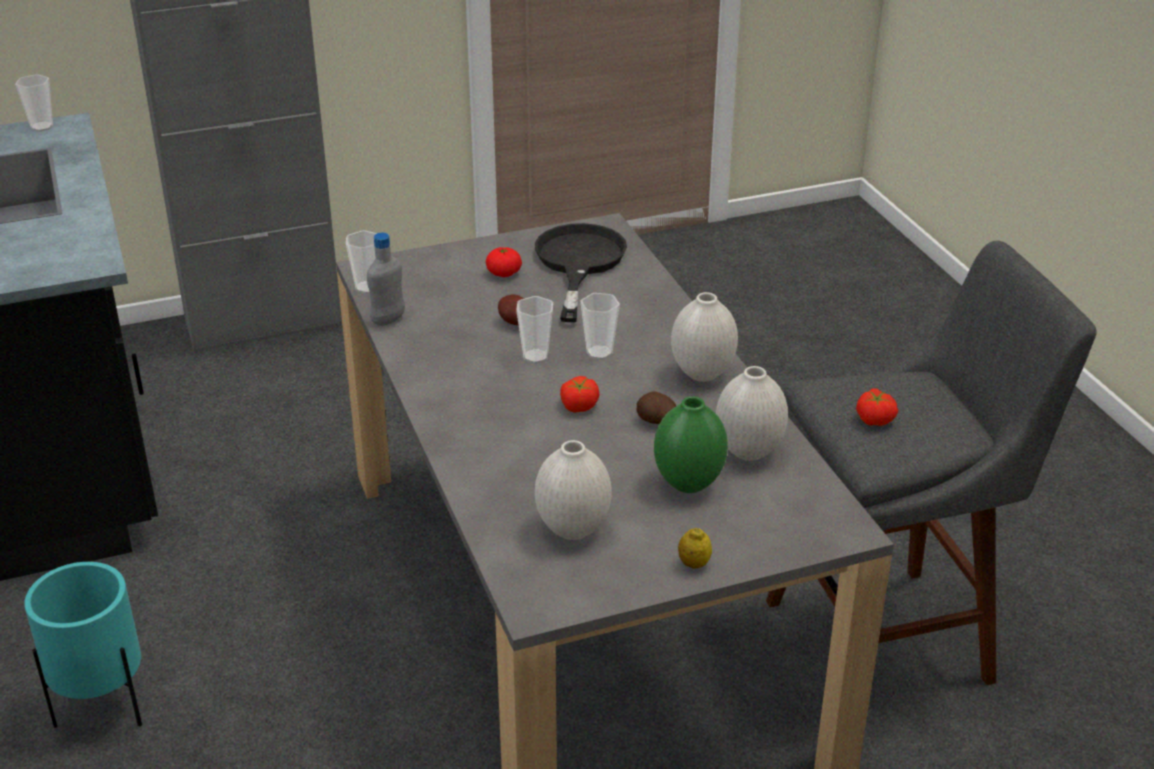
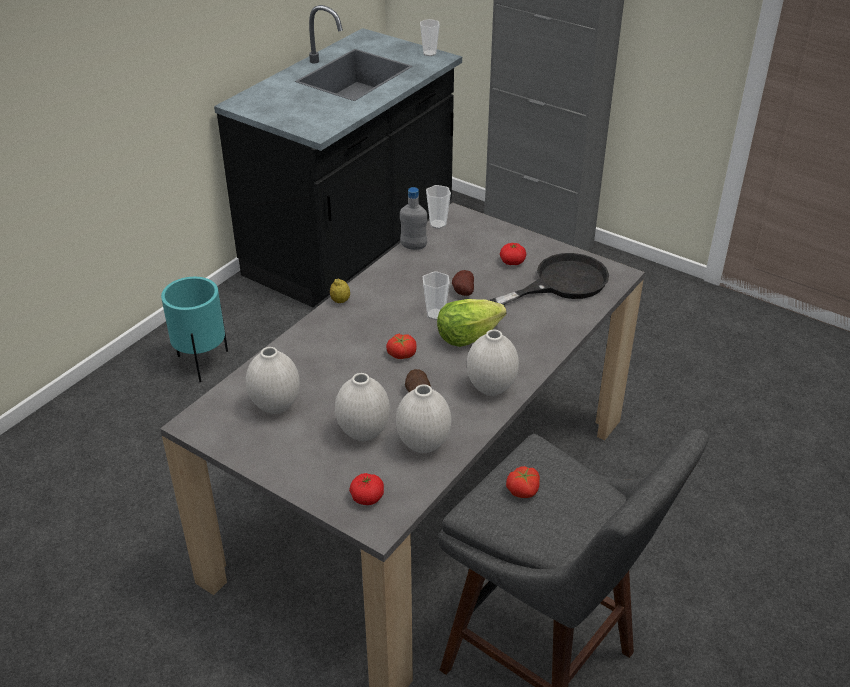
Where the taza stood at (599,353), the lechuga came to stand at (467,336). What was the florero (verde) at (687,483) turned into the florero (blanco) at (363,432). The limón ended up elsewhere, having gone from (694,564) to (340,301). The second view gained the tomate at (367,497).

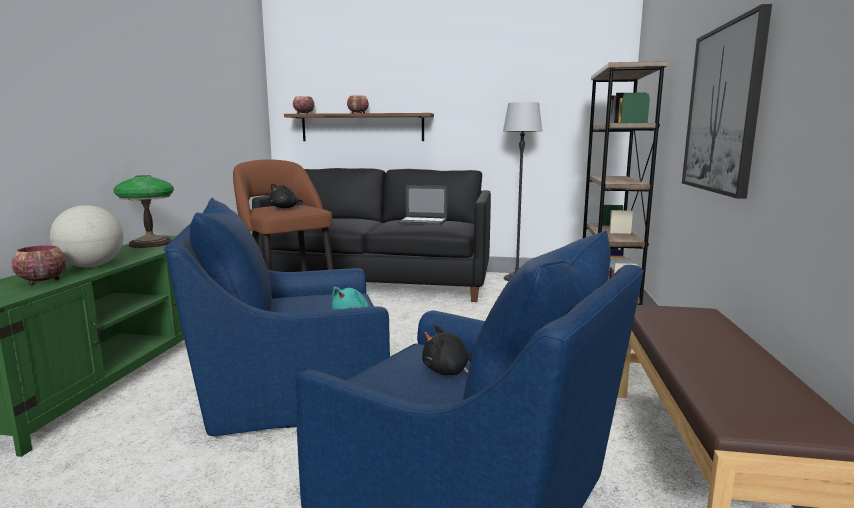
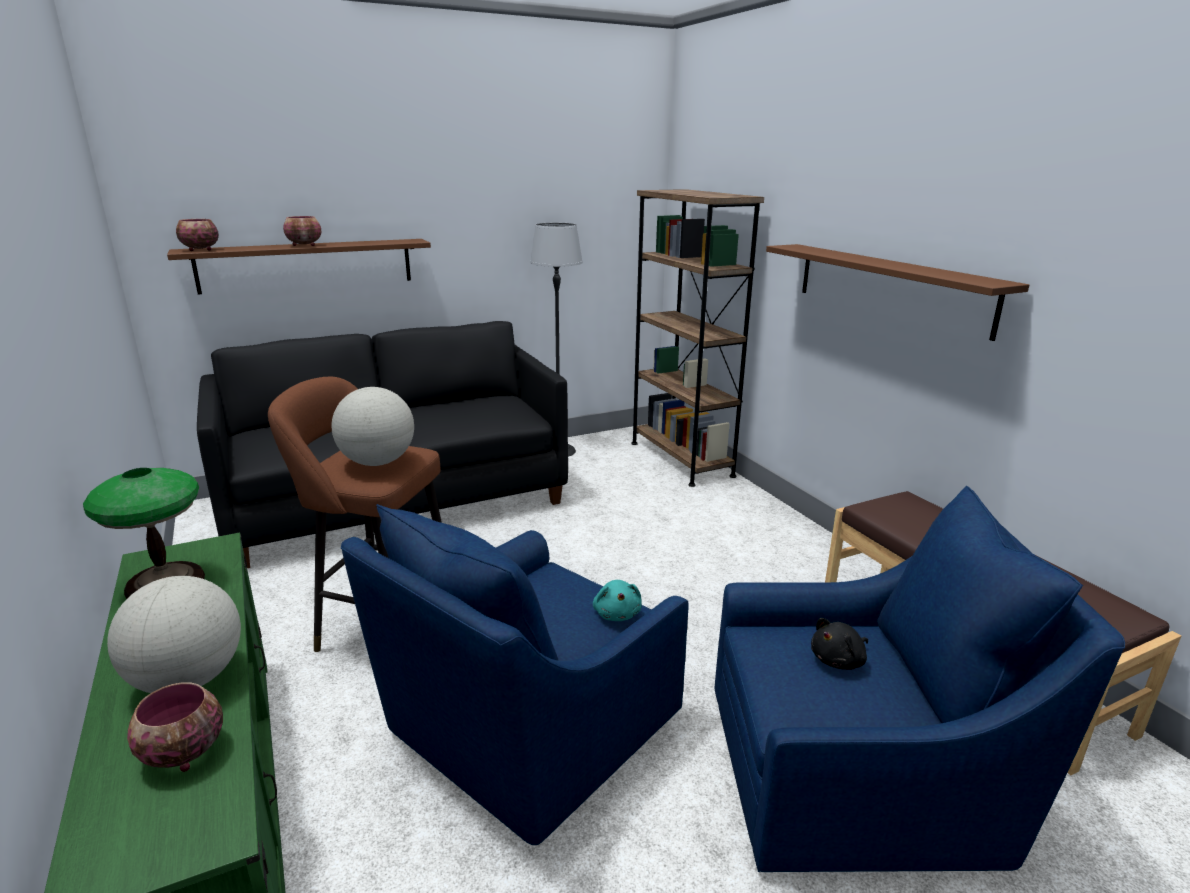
Where the cuadro hung at (723,109), the estante (marrón) came to hang at (889,287). Where the peluche (negro) stood at (285,208), the globo terráqueo came to stand at (378,462). The second view lost the portátil at (423,222).

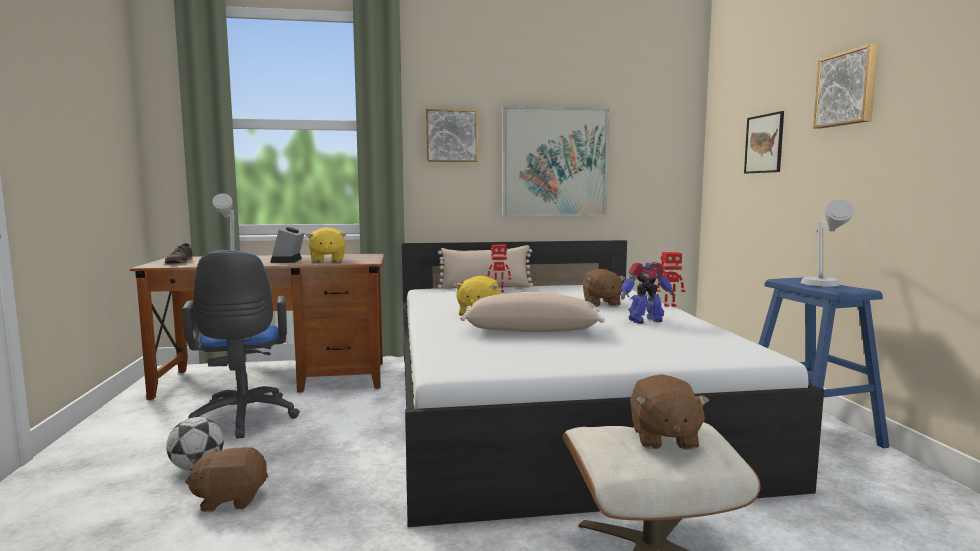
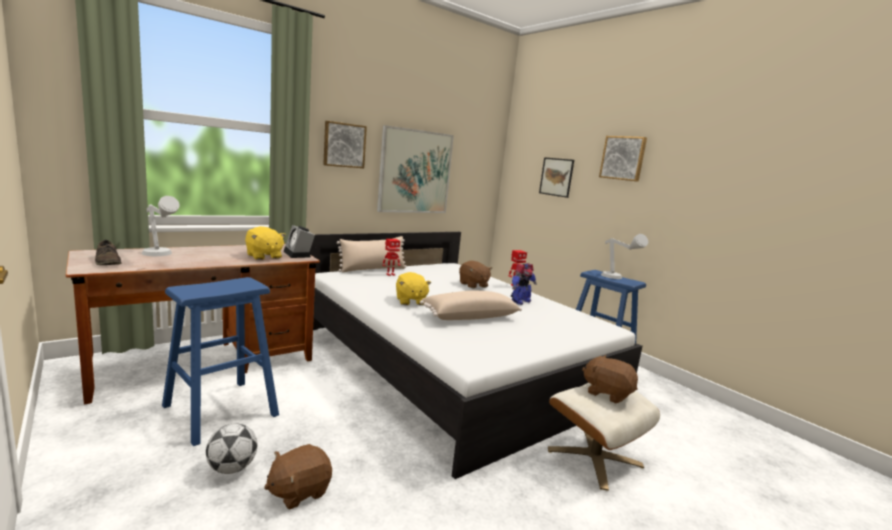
The despertador ended up elsewhere, having gone from (288,260) to (299,254). Where the silla de oficina (azul) stood at (243,420), the taburete (azul) came to stand at (220,410). The peluche (marrón) at (663,438) ended up facing another way, 150 degrees clockwise from before.

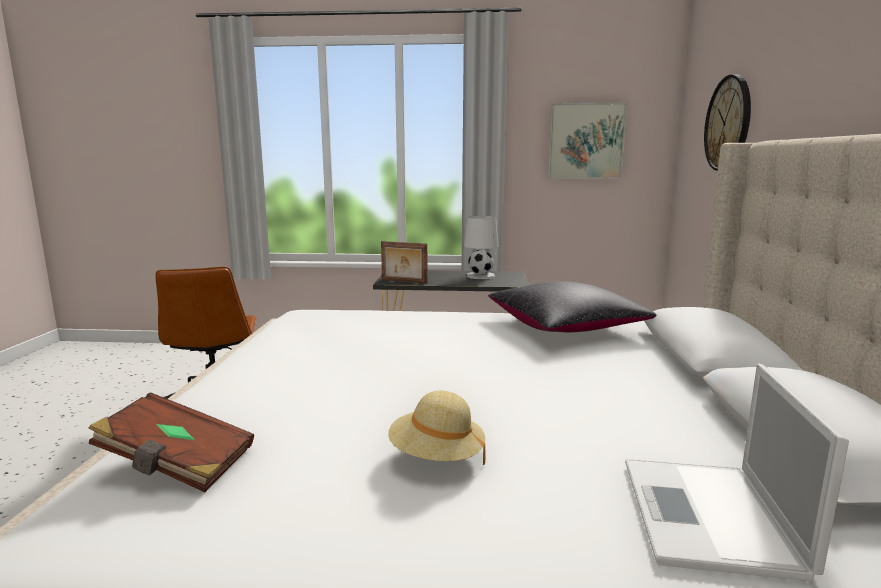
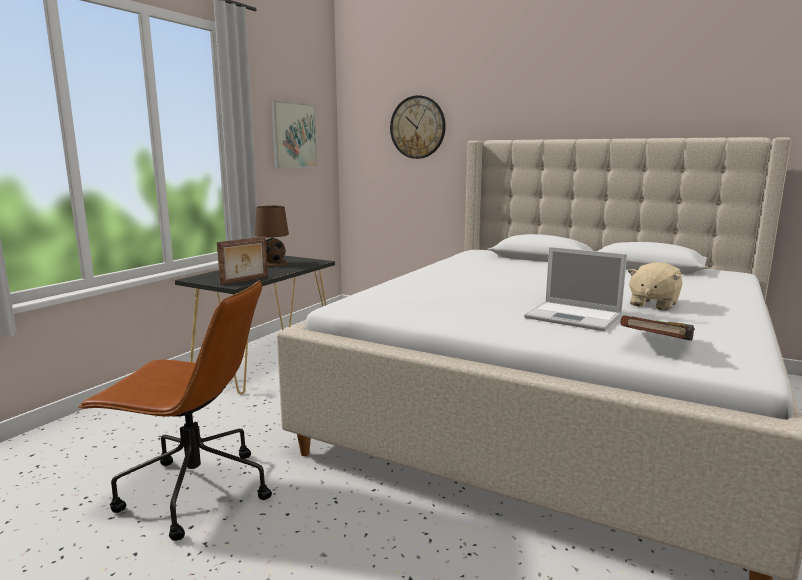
What was the lámpara de mesa (blanco) at (480,276) turned into the lámpara de mesa (marrón) at (273,264). The second view lost the cojín (negro) at (565,326). The portátil ended up elsewhere, having gone from (710,517) to (575,317). Where the sombrero (beis) stood at (436,457), the peluche (beis) came to stand at (652,304).

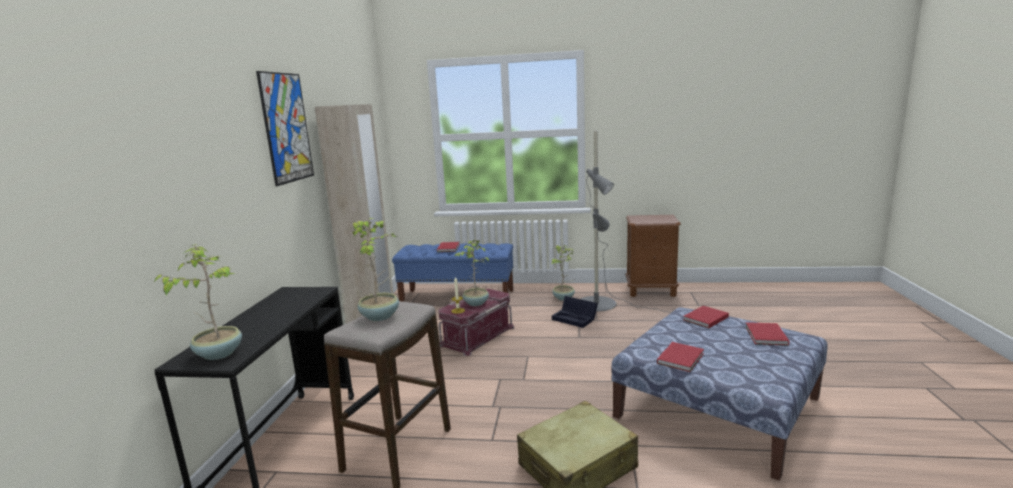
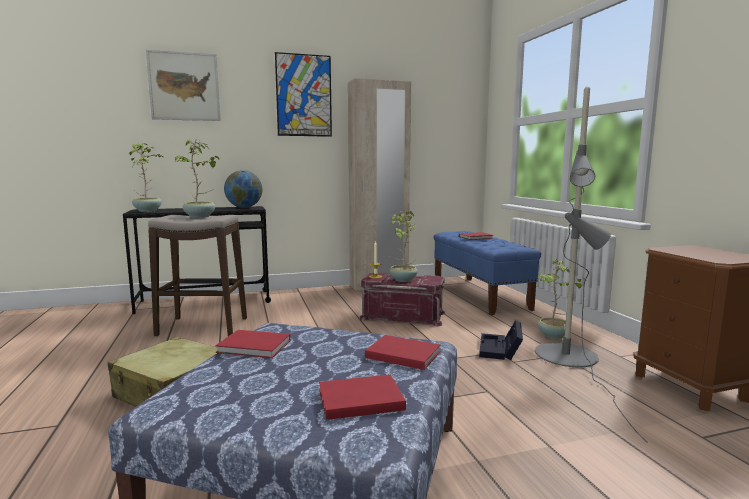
The second view gained the cuadro at (184,86). The second view gained the globo terráqueo at (244,207).

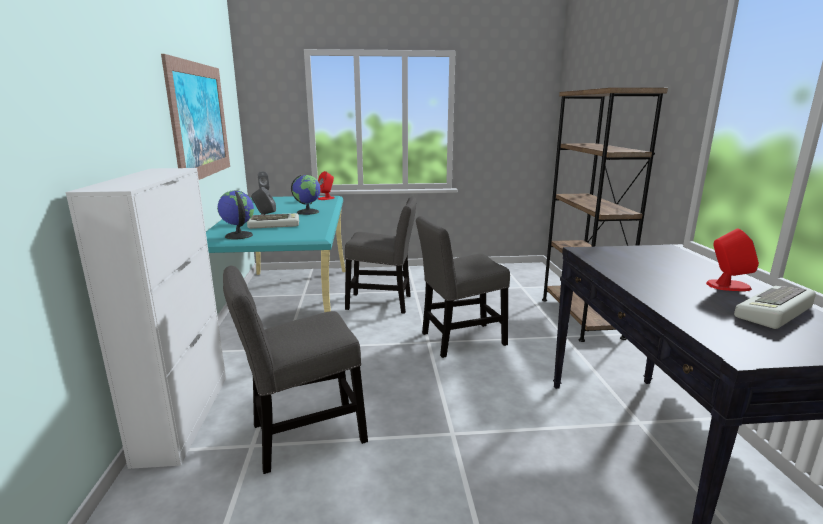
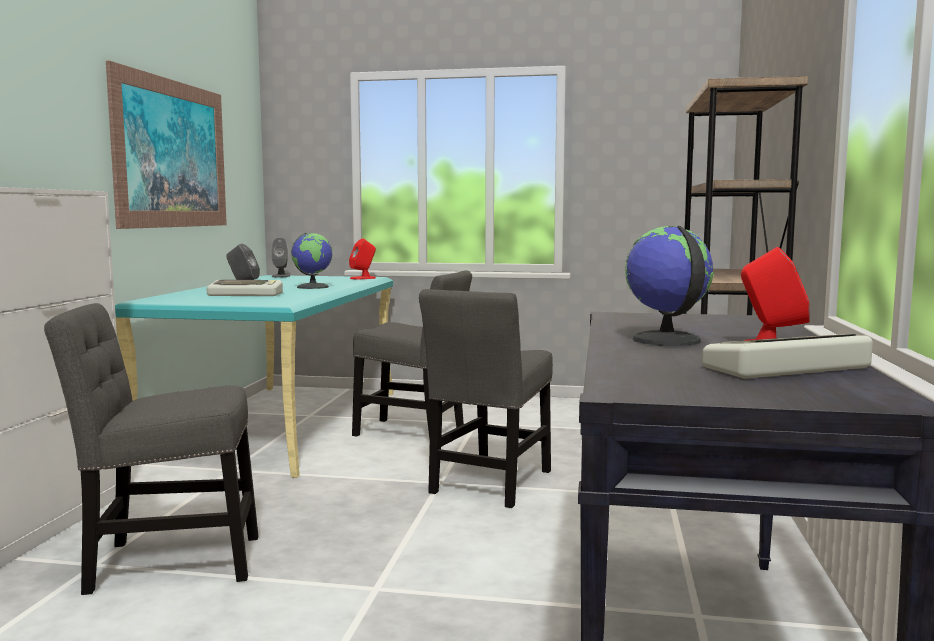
The globo terráqueo ended up elsewhere, having gone from (238,236) to (665,340). The silla (gris) at (459,340) ended up facing another way, 60 degrees counterclockwise from before.

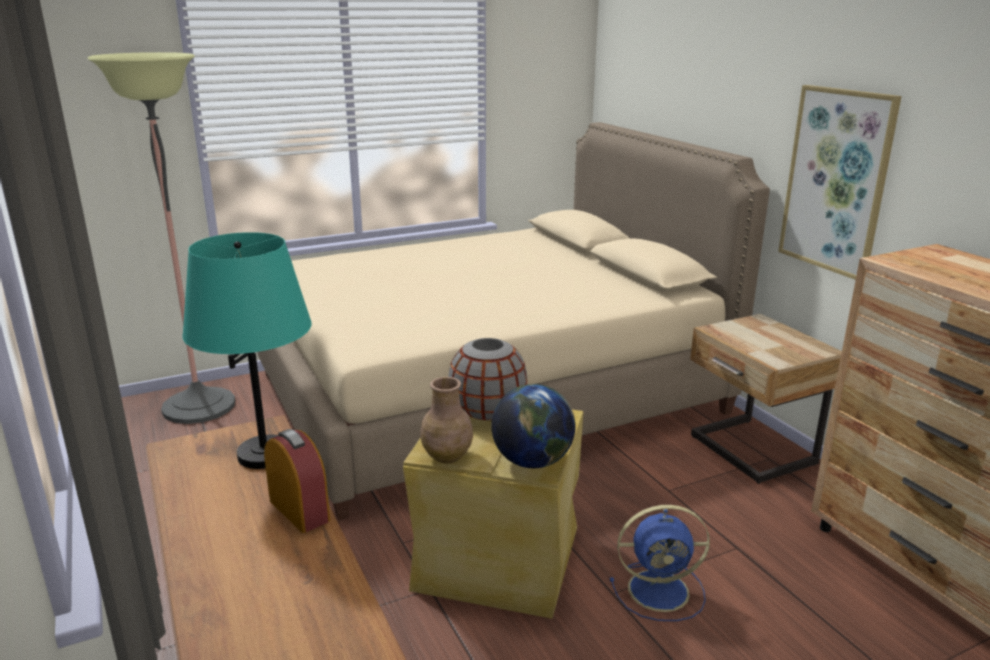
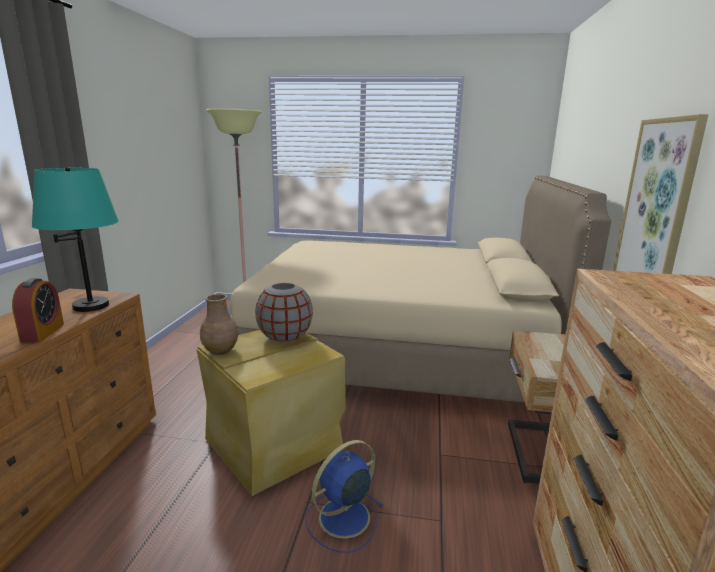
The second view lost the globo terráqueo at (532,461). The ventilador (azul) at (661,590) ended up facing another way, 105 degrees clockwise from before.

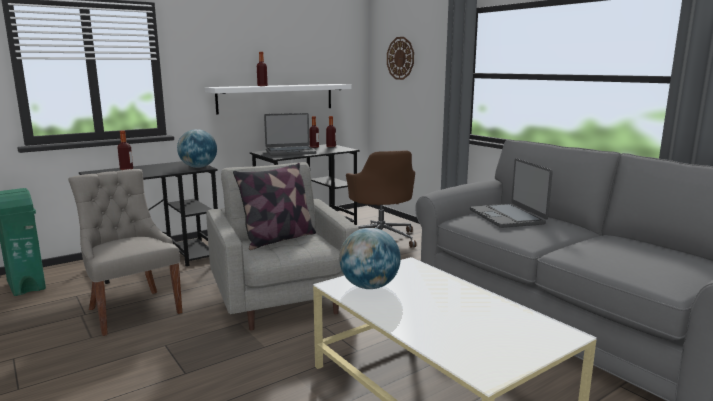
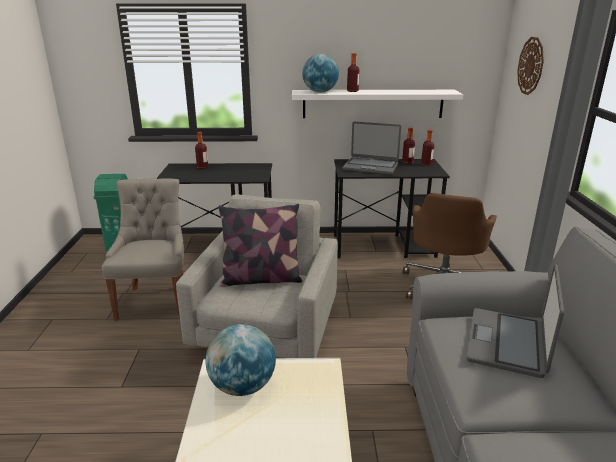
The globo terráqueo ended up elsewhere, having gone from (198,167) to (320,92).

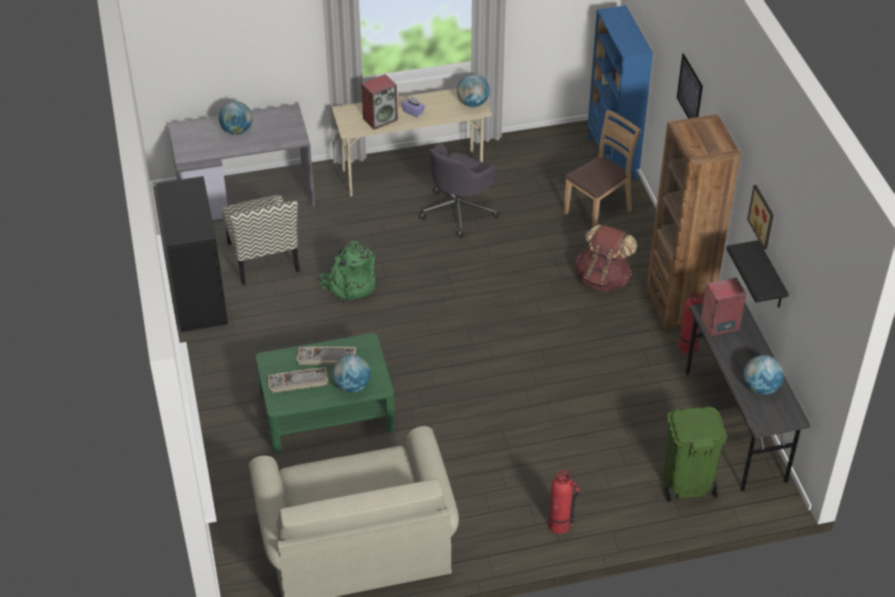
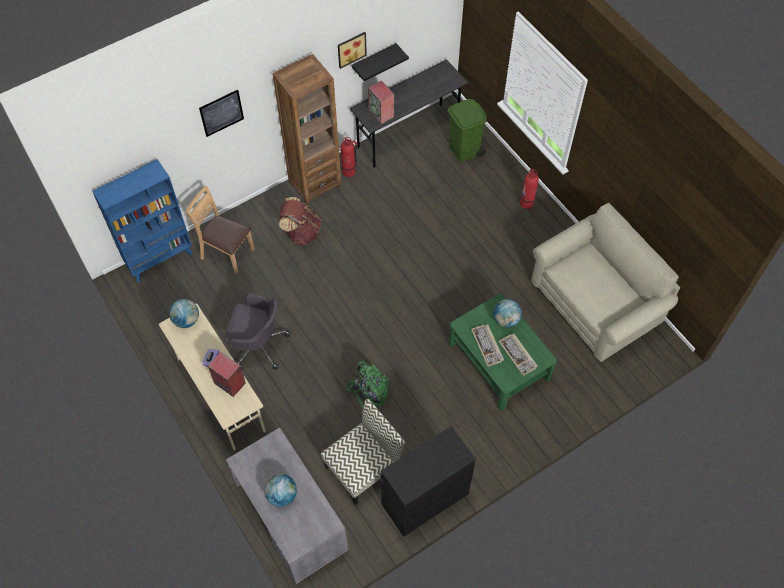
The second view lost the globo terráqueo at (760,388).

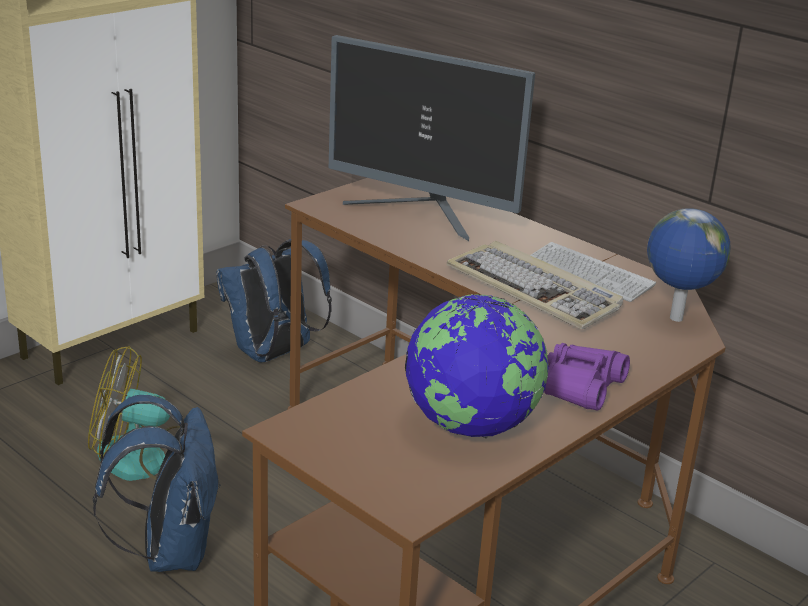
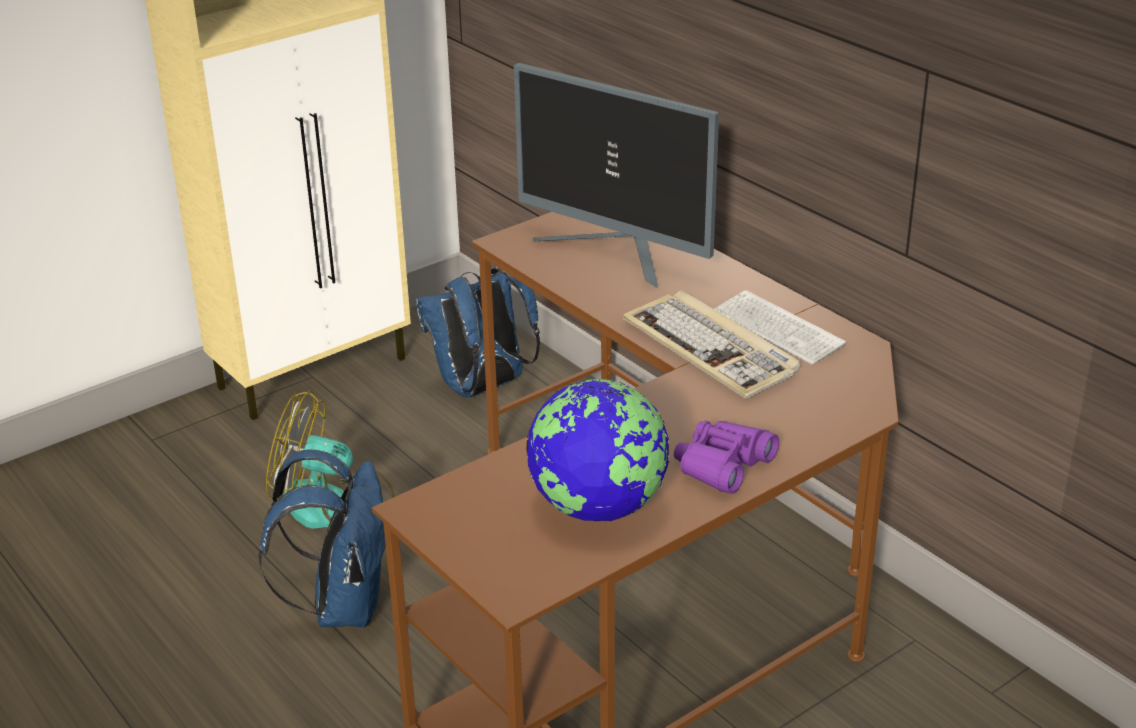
The second view lost the globo terráqueo at (675,319).

